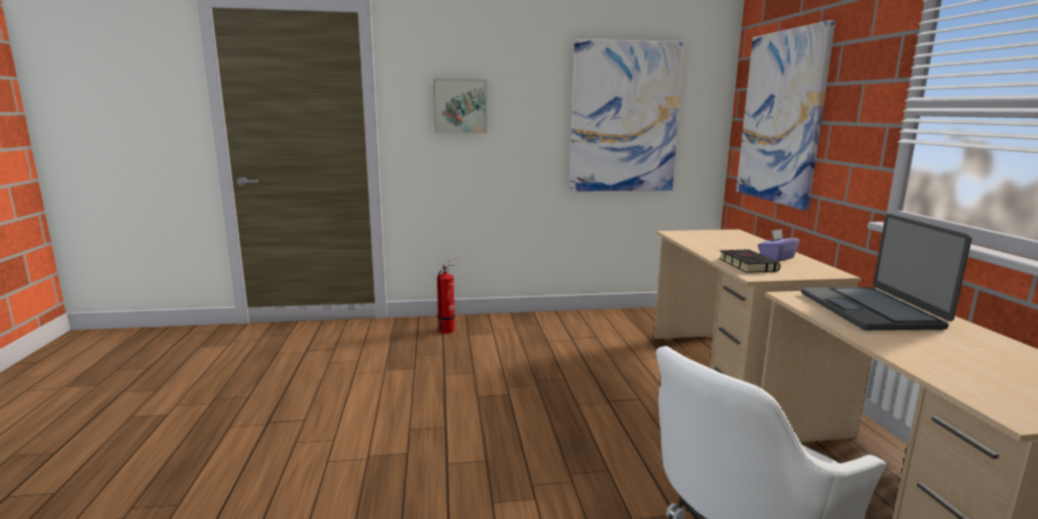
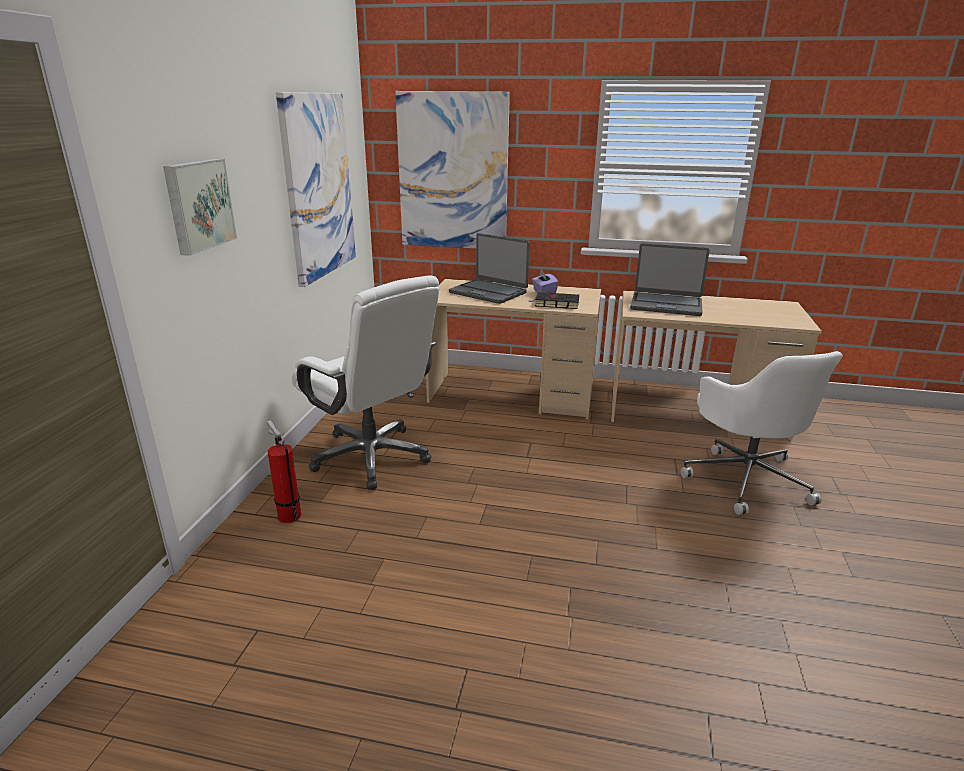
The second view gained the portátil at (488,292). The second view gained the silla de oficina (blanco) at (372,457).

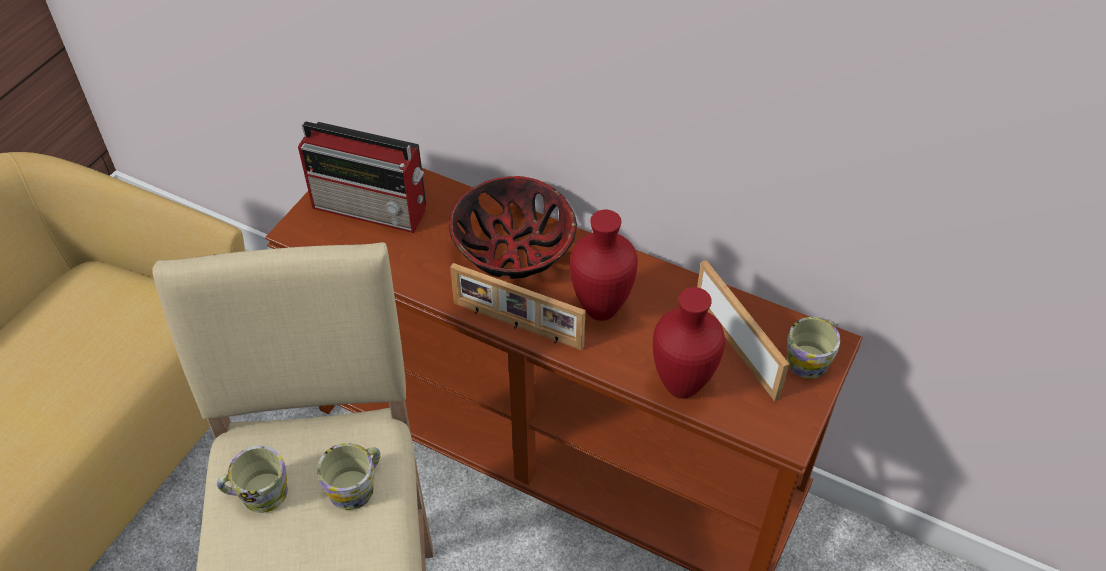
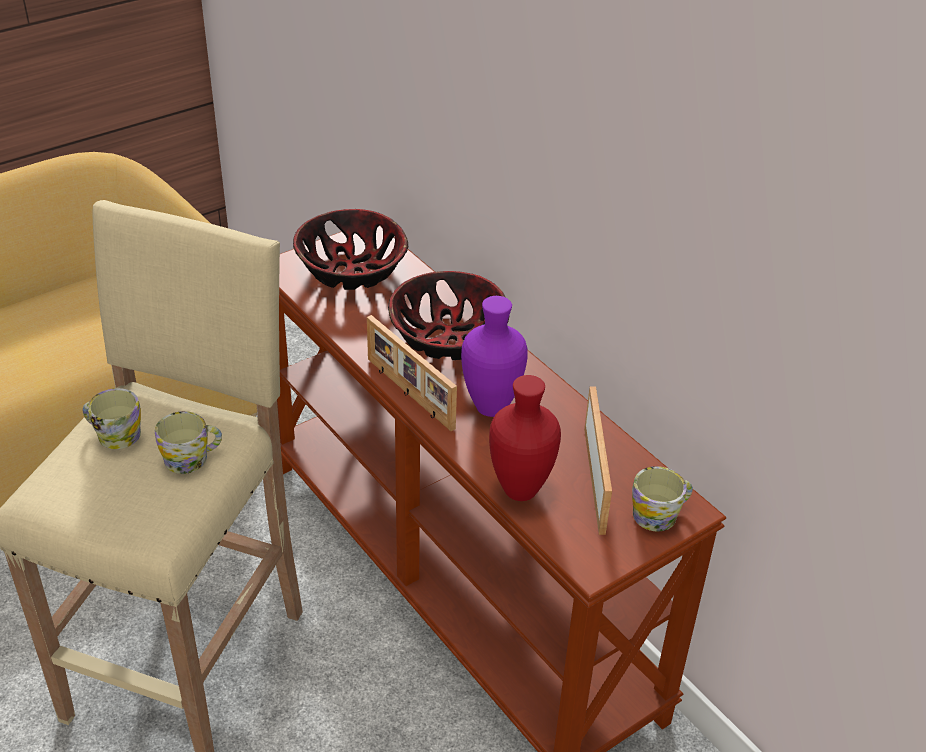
Where the radio stood at (372,209), the cuenco came to stand at (352,271). What was the florero (rojo) at (600,308) turned into the florero (morado) at (491,406).

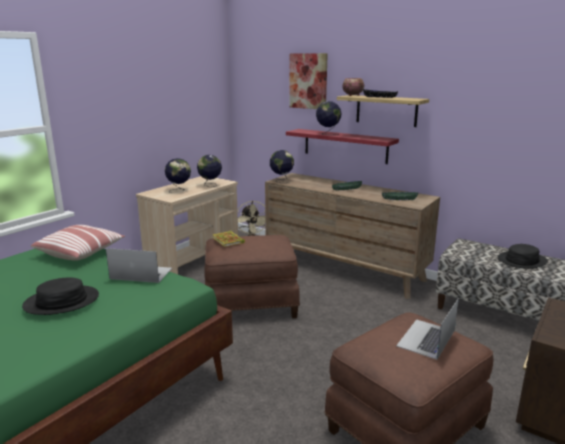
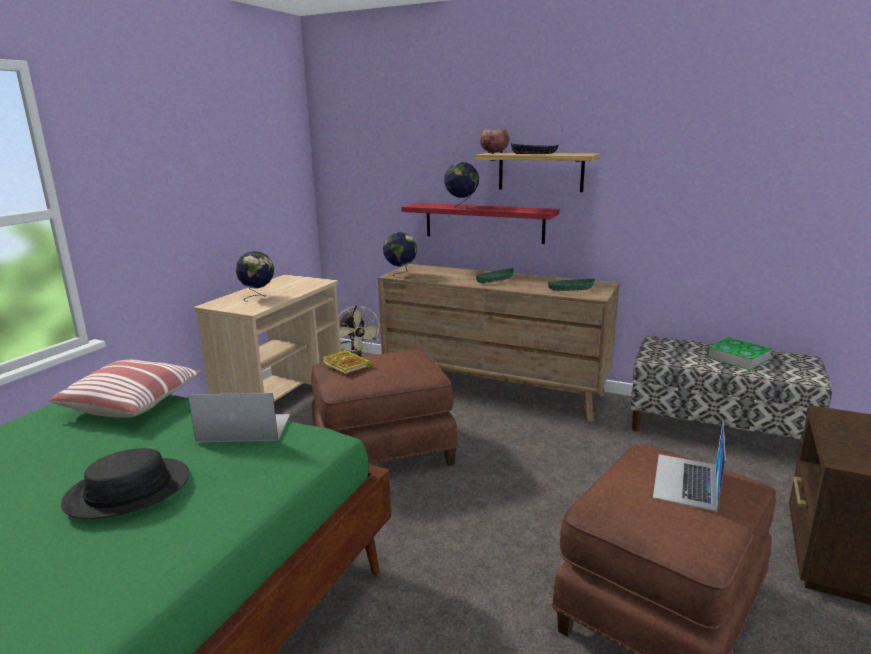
The second view lost the cuadro at (308,81). The second view lost the globo terráqueo at (210,185). Where the sombrero (negro) stood at (521,260), the libro came to stand at (737,358).

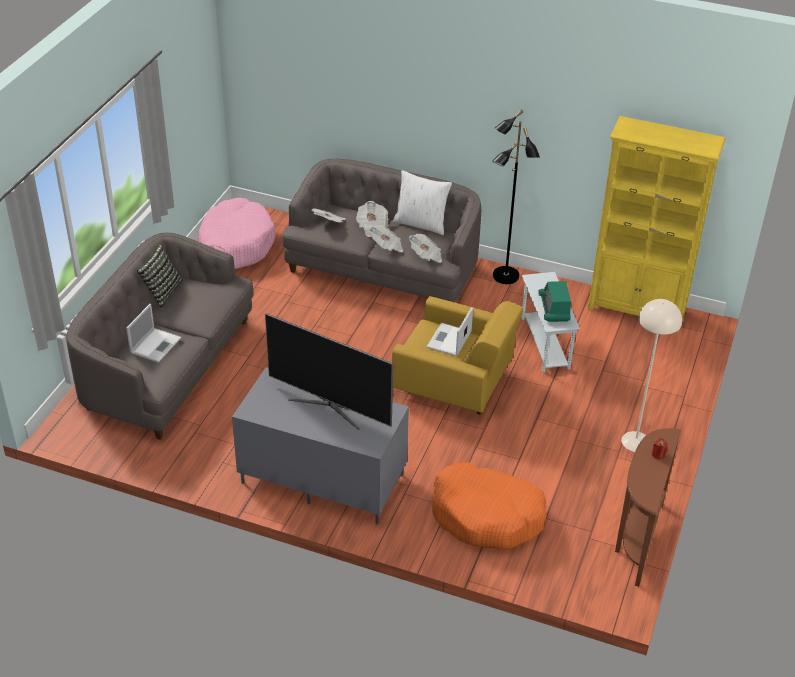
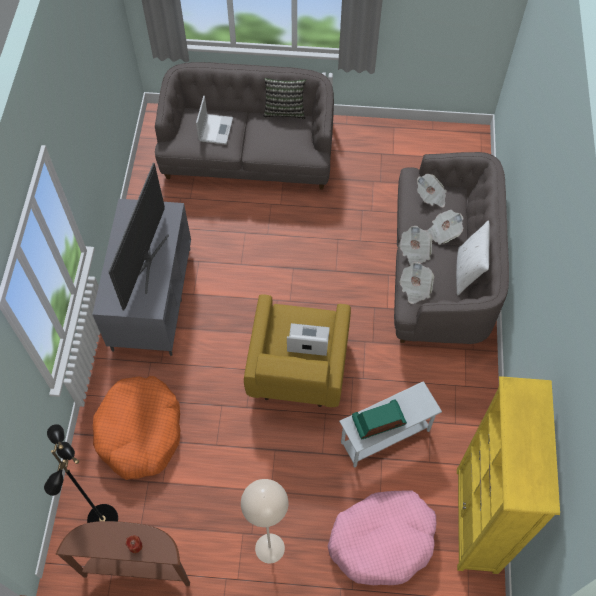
The lámpara de pie (negro) ended up elsewhere, having gone from (505,276) to (102,519). The cama para perro (rosa) ended up elsewhere, having gone from (236,244) to (382,540). The portátil at (156,345) ended up facing another way, 90 degrees counterclockwise from before.

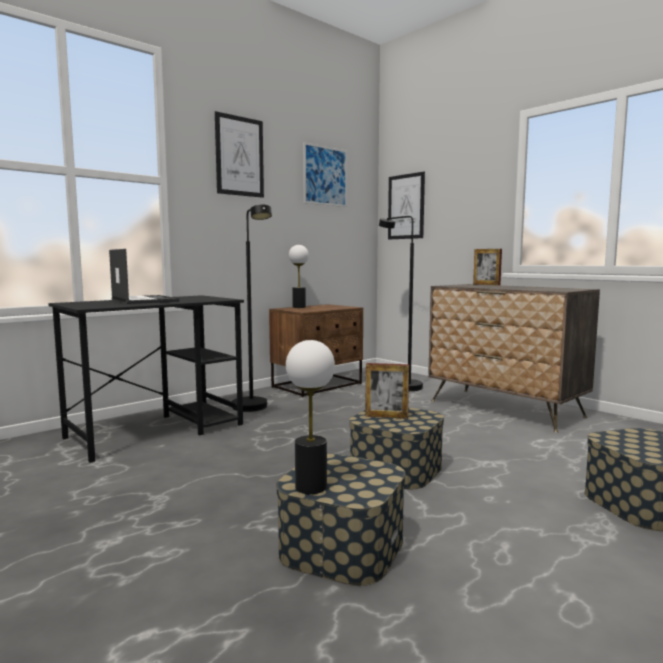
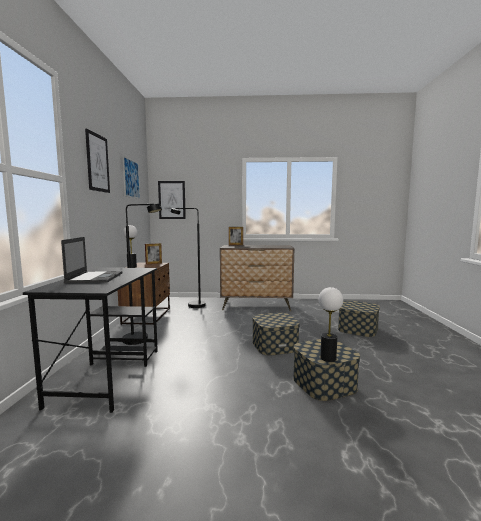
The portátil at (144,300) ended up facing another way, 75 degrees clockwise from before. The portarretratos ended up elsewhere, having gone from (386,416) to (153,263).

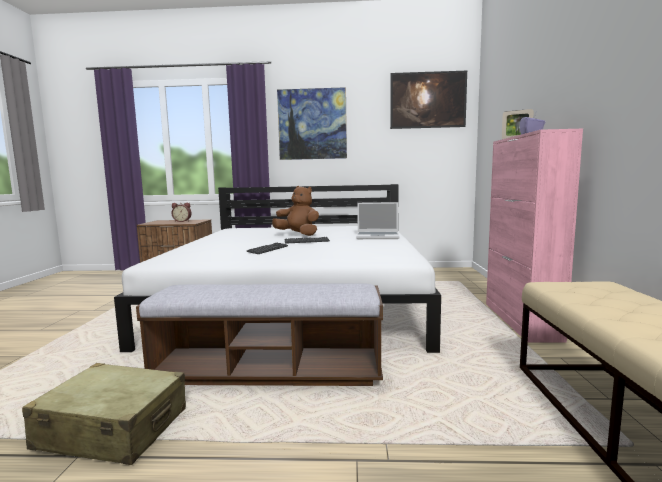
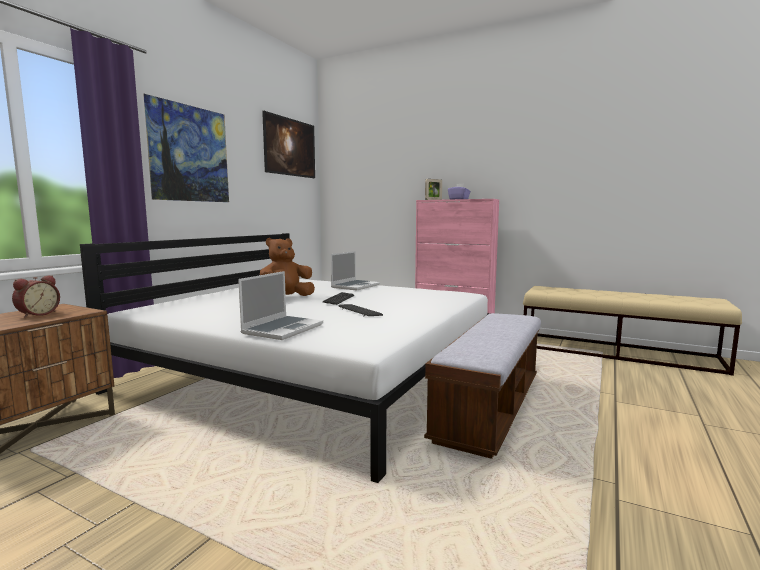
The second view lost the maleta (beis) at (113,429). The second view gained the portátil at (283,329).

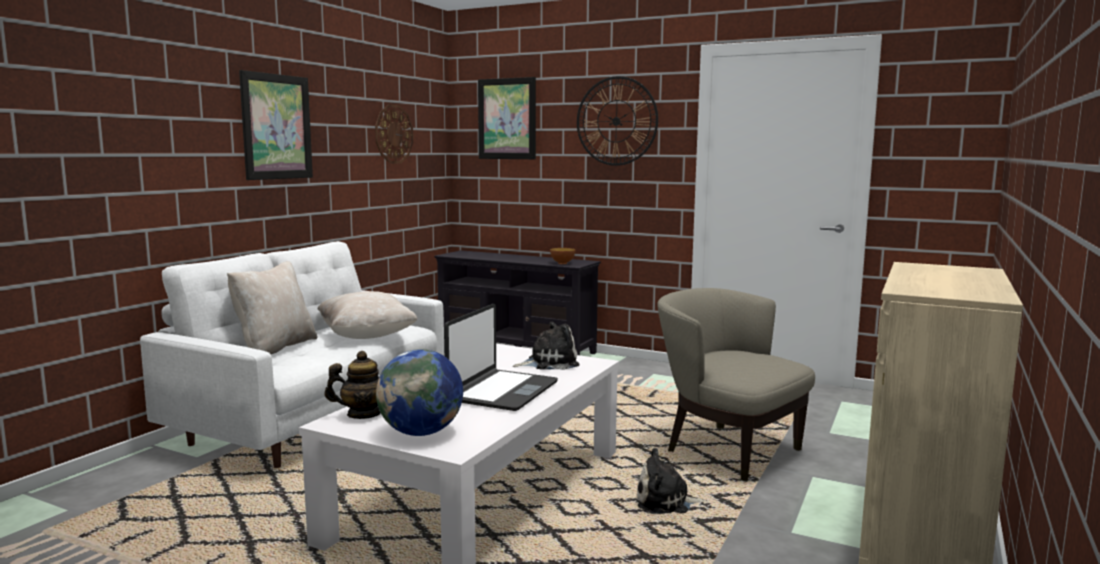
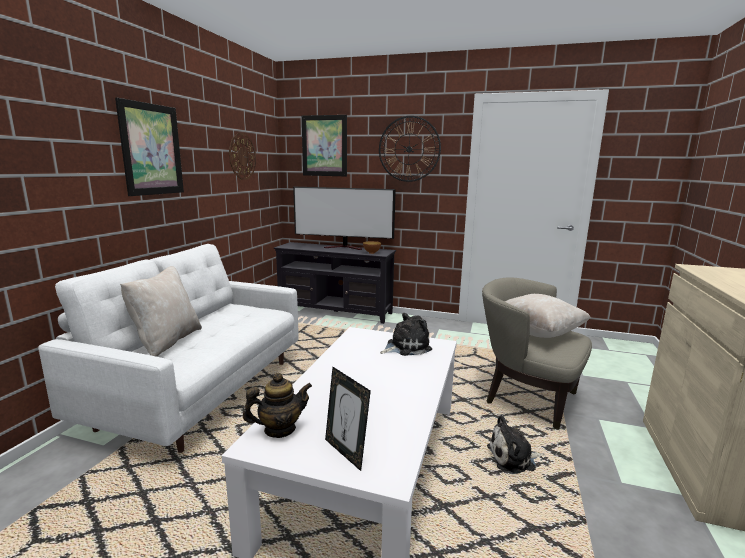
The cojín (beis) ended up elsewhere, having gone from (367,336) to (537,332). The second view lost the portátil at (502,391). Where the globo terráqueo stood at (421,432), the portarretratos came to stand at (346,452). The second view gained the televisor at (345,247).

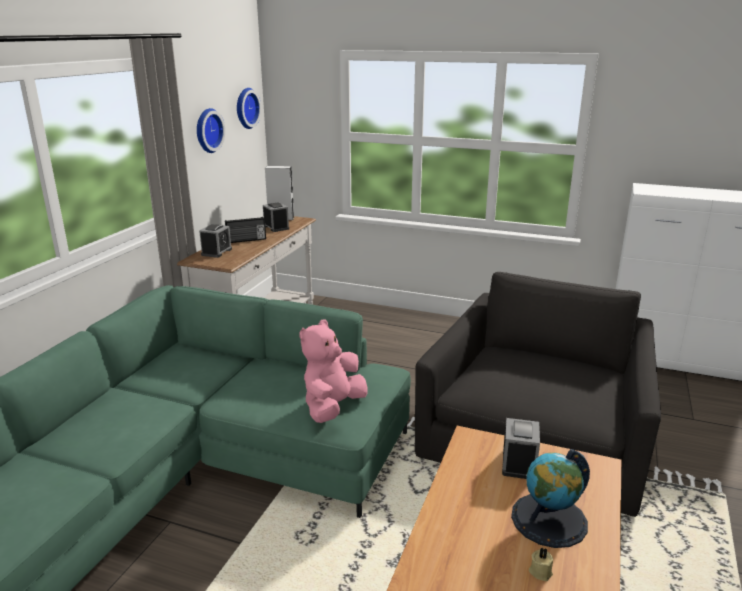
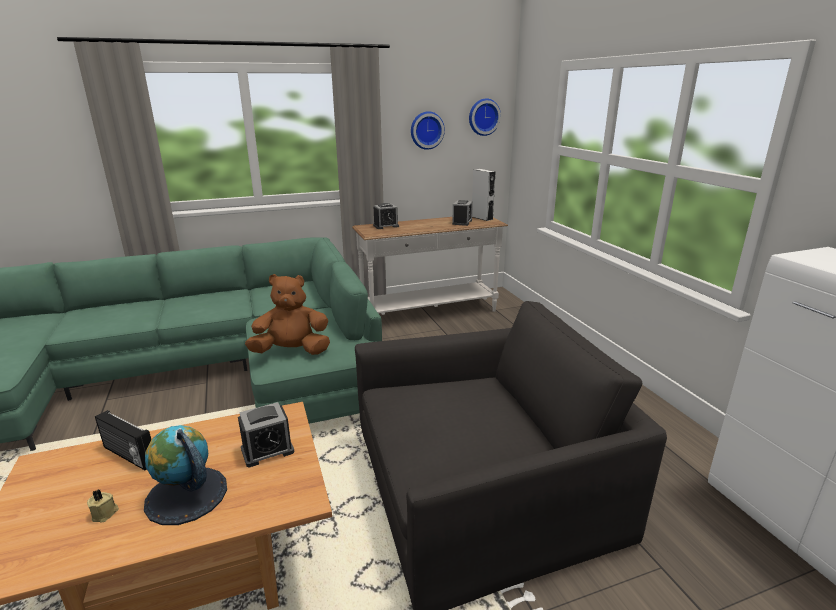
The radio ended up elsewhere, having gone from (246,240) to (128,455). What was the peluche (rosa) at (332,407) turned into the peluche (marrón) at (292,351).

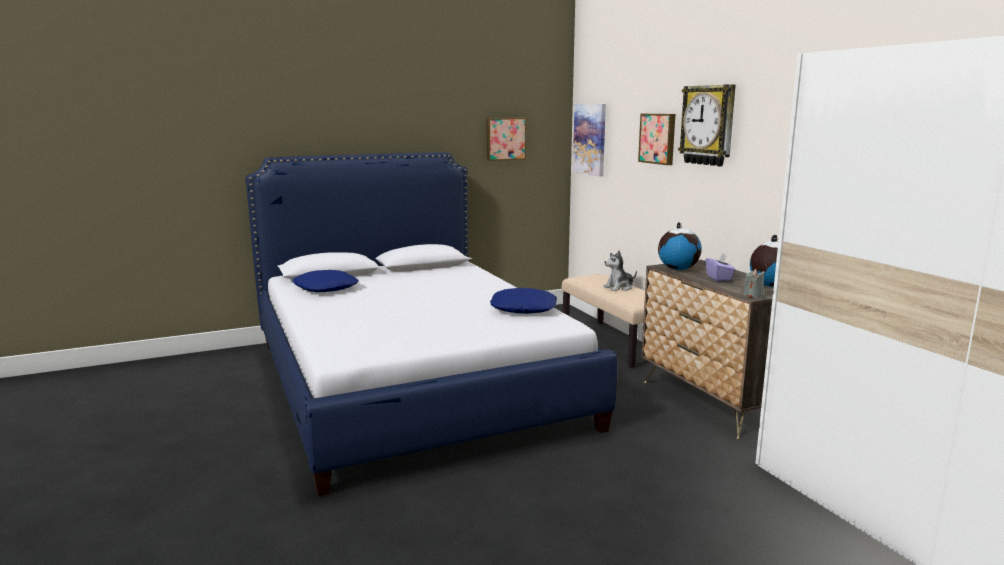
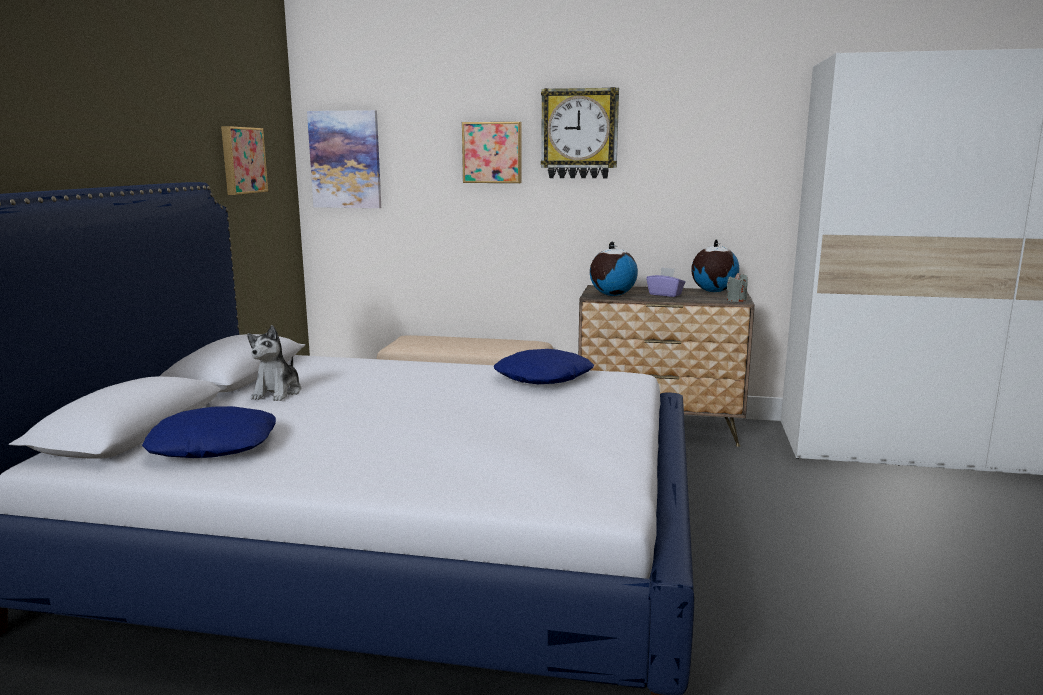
The peluche ended up elsewhere, having gone from (619,288) to (278,393).

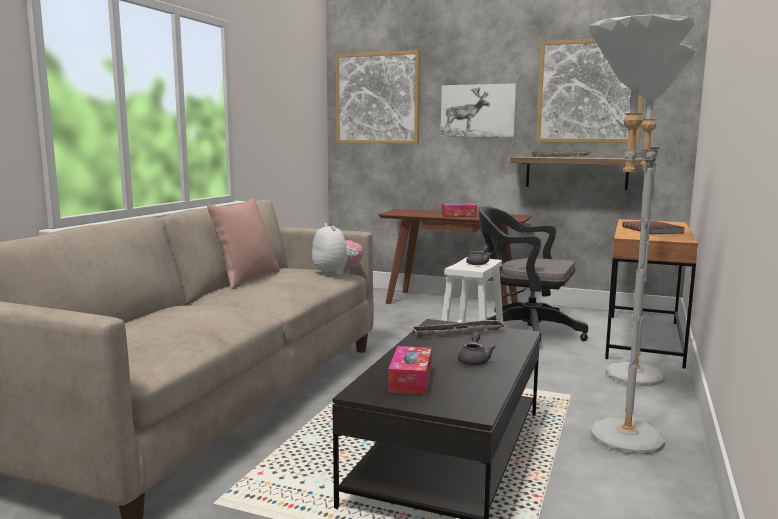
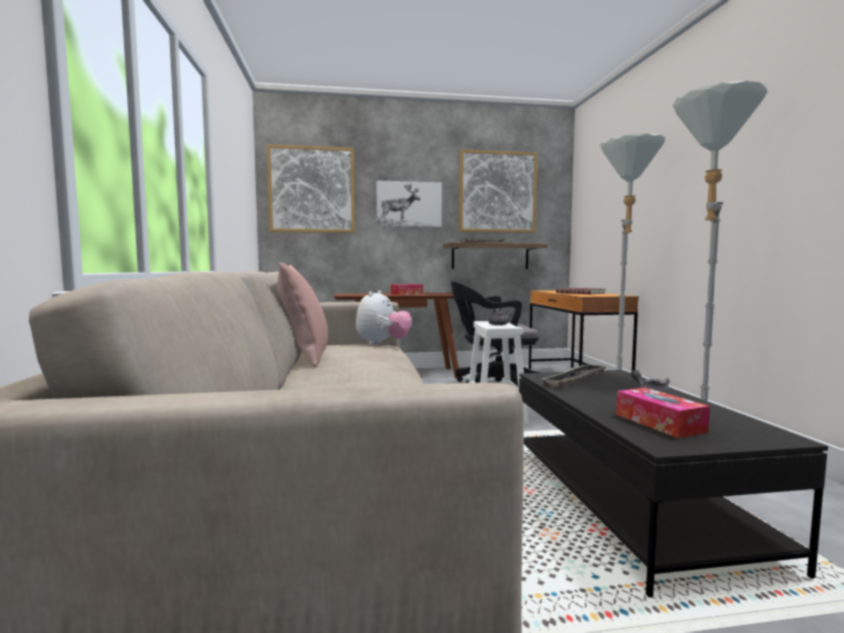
The peluche at (336,273) ended up facing another way, 75 degrees clockwise from before.

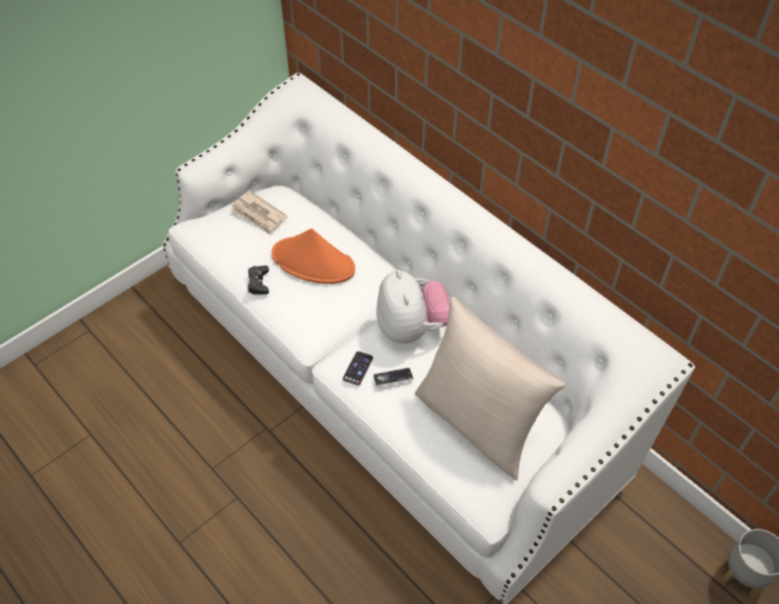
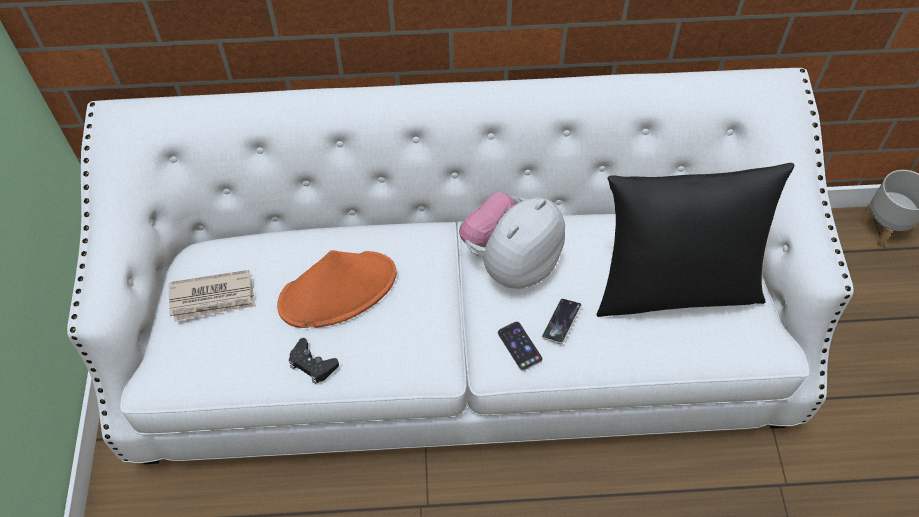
The peluche at (411,328) ended up facing another way, 75 degrees counterclockwise from before. What was the cojín (beis) at (478,422) turned into the cojín (negro) at (675,286).

